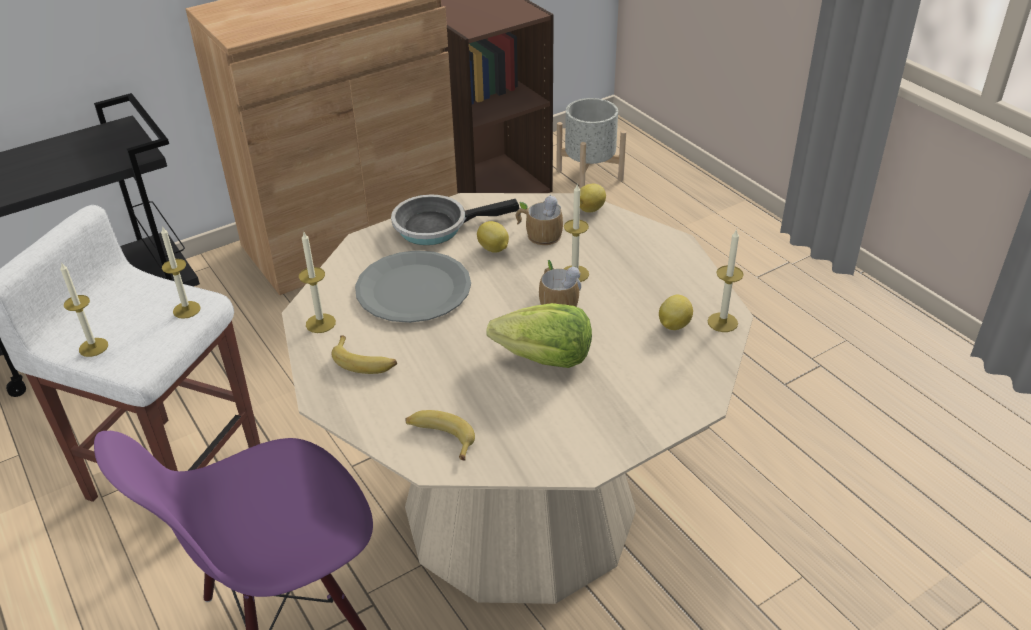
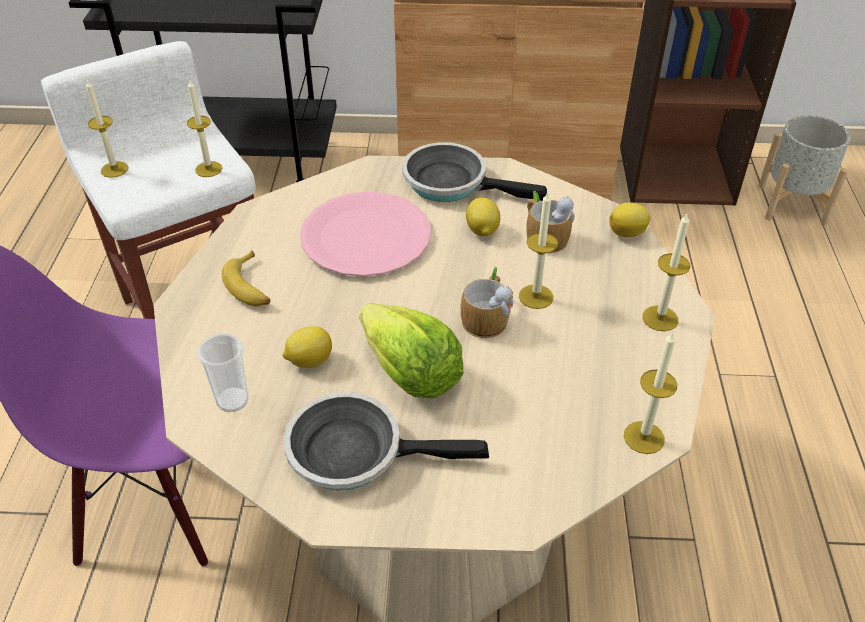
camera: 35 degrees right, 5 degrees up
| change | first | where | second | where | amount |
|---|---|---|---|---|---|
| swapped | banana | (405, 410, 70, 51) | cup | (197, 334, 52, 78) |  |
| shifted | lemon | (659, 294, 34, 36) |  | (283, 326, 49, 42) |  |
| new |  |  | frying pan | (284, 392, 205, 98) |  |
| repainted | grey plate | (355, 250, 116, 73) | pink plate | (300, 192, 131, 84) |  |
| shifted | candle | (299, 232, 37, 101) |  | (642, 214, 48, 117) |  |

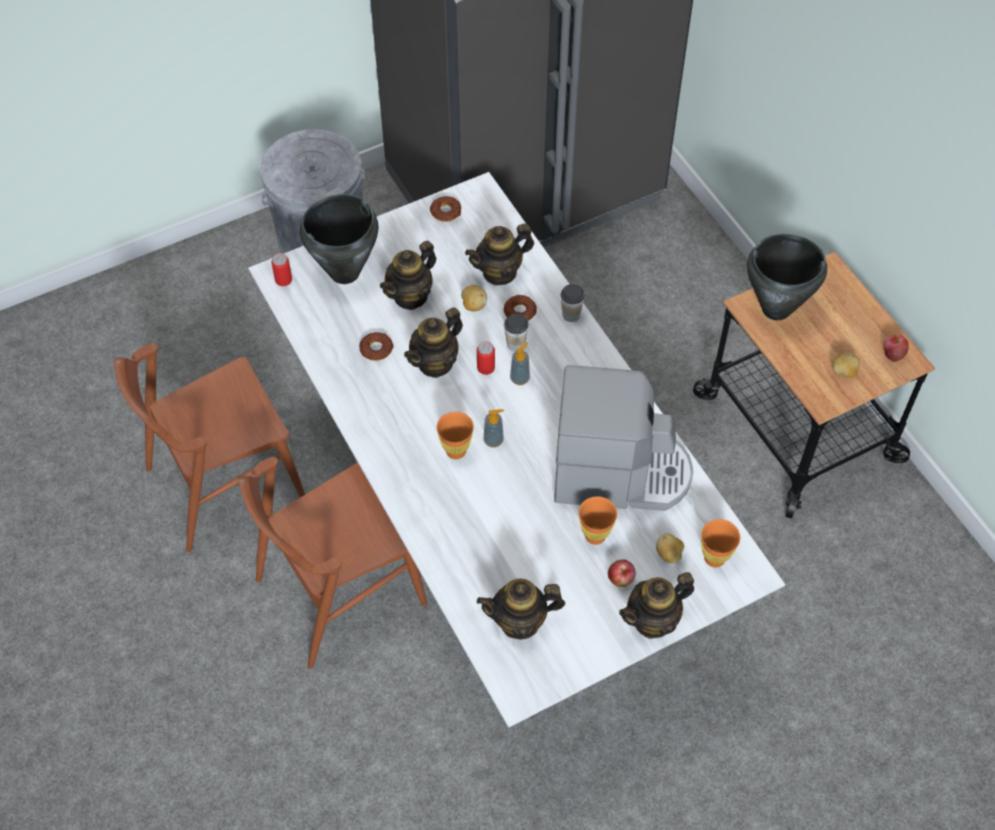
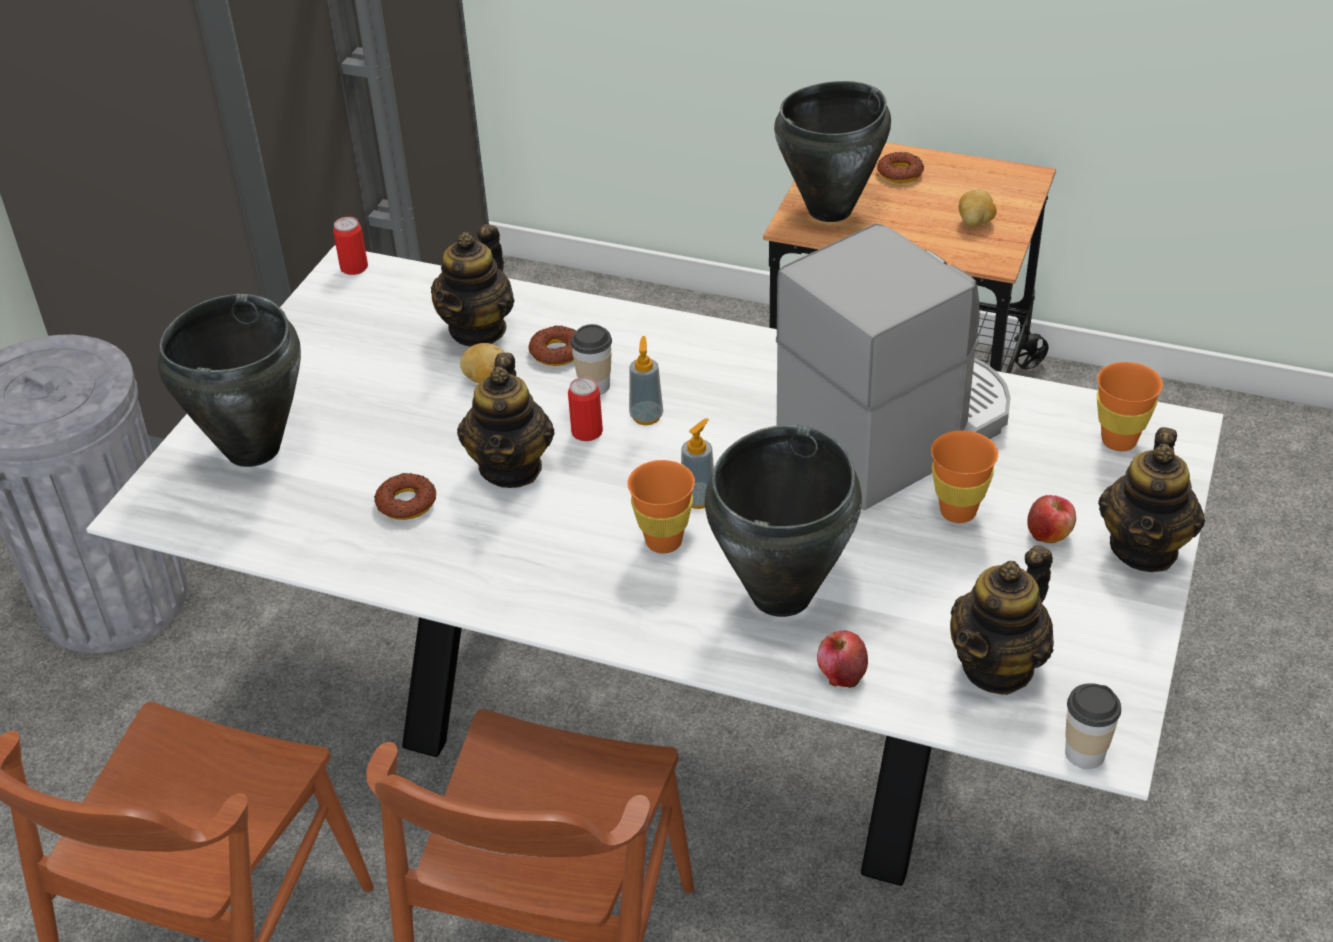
camera: 40 degrees left, 15 degrees down
| change | first | where | second | where | amount |
|---|---|---|---|---|---|
| shifted | can | (272, 253, 20, 33) |  | (333, 217, 35, 58) |  |
| new |  |  | black cooking pot | (705, 425, 157, 192) |  |
| shifted | apple | (884, 335, 25, 27) |  | (817, 631, 51, 57) |  |
| shifted | donut | (430, 196, 31, 26) |  | (877, 152, 47, 31) |  |
| shifted | cup | (561, 284, 24, 38) |  | (1065, 683, 56, 86) |  |
| gone | teapot | (380, 241, 56, 69) |  |  |  |
| gone | potato | (656, 533, 28, 31) |  |  |  |

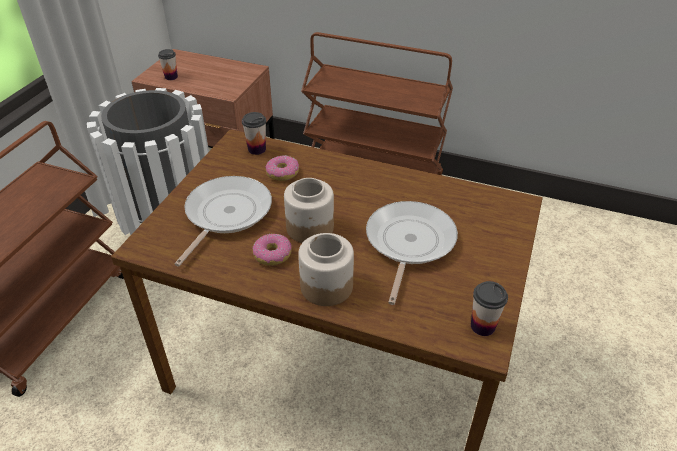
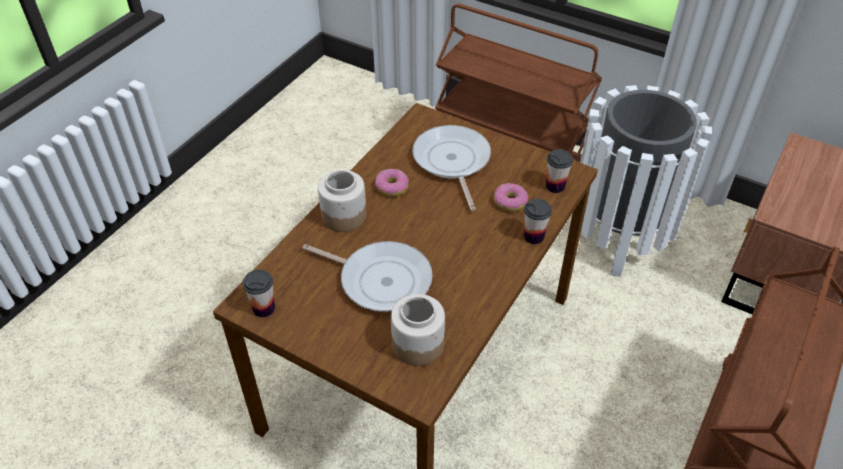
camera: 100 degrees right, 5 degrees up
| change | first | where | second | where | amount |
|---|---|---|---|---|---|
| shifted | jar | (284, 178, 50, 65) |  | (391, 294, 54, 72) |  |
| rotated | frying pan | (175, 176, 97, 90) |  | (412, 125, 79, 86) | 135 degrees counterclockwise |
| shifted | cup | (158, 49, 20, 31) |  | (524, 199, 28, 45) |  |

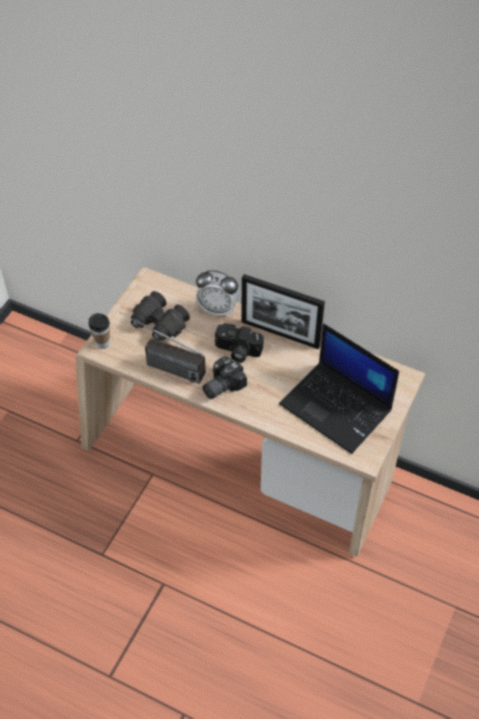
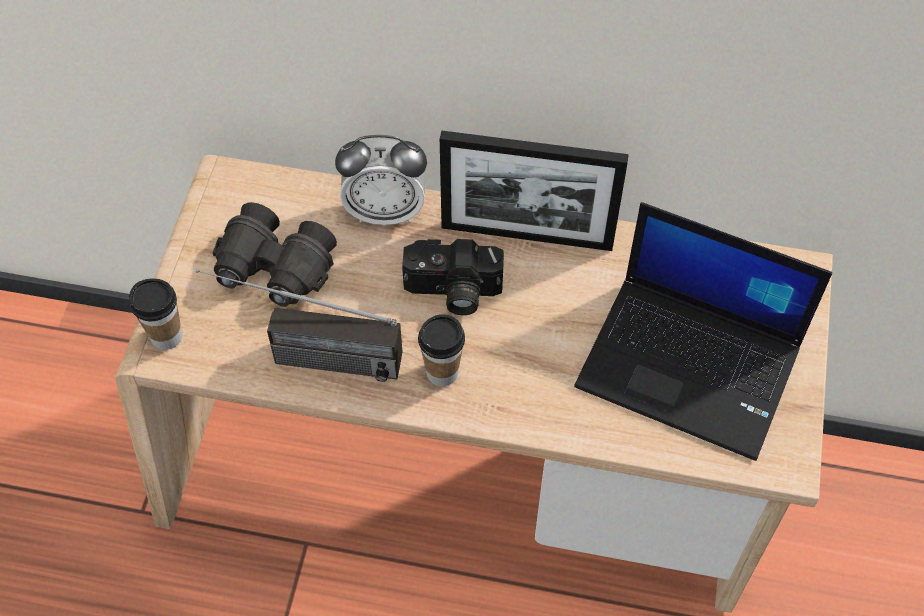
camera: 15 degrees left, 5 degrees up
| change | first | where | second | where | amount |
|---|---|---|---|---|---|
| swapped | photo camera | (203, 356, 44, 43) | cup | (418, 314, 47, 72) |  |

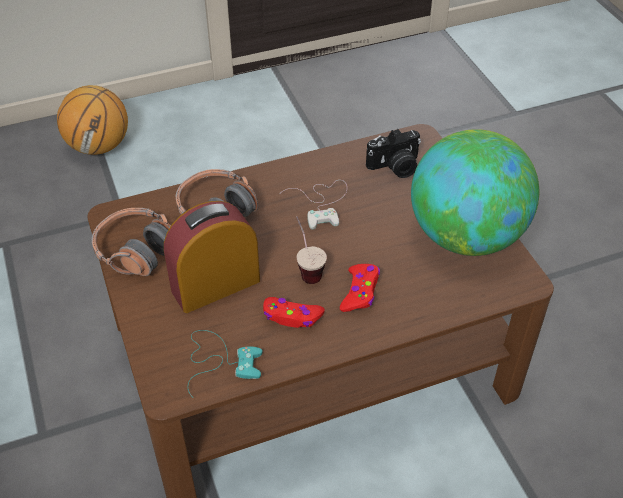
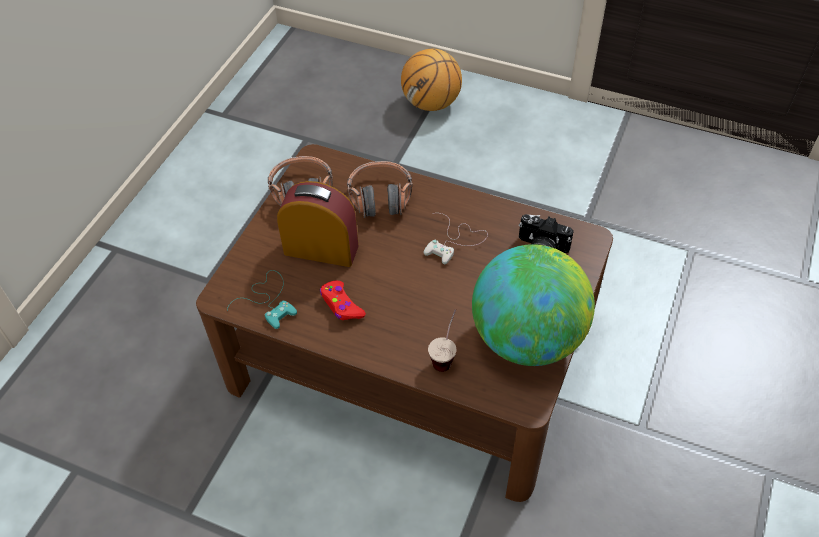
camera: 45 degrees right, 5 degrees up
| change | first | where | second | where | amount |
|---|---|---|---|---|---|
| shifted | cup | (296, 216, 31, 68) |  | (428, 309, 29, 63) |  |
| gone | red game controller | (340, 264, 40, 48) |  |  |  |

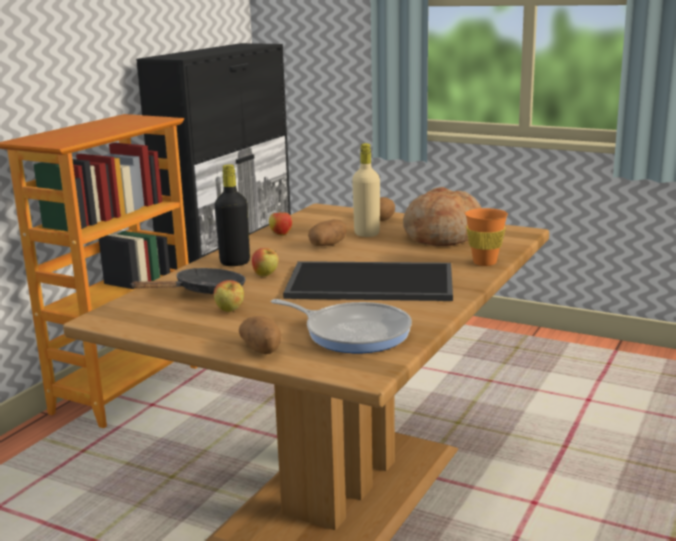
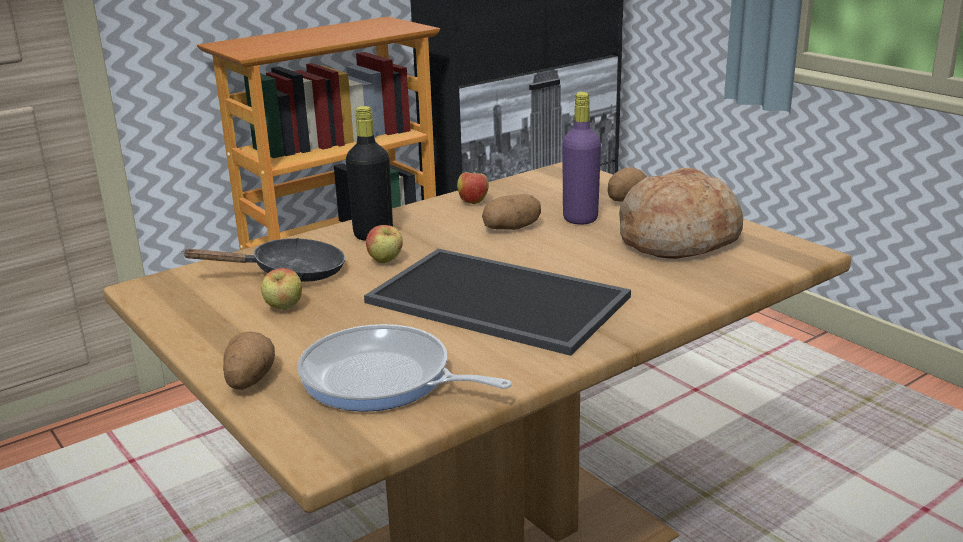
camera: 25 degrees right, 5 degrees up
| change | first | where | second | where | amount |
|---|---|---|---|---|---|
| rotated | frying pan | (271, 299, 141, 54) |  | (297, 324, 215, 88) | 150 degrees clockwise |
| repainted | beige bottle | (352, 143, 28, 94) | purple bottle | (562, 92, 39, 133) |  |
| gone | orange cup | (465, 208, 43, 58) |  |  |  |

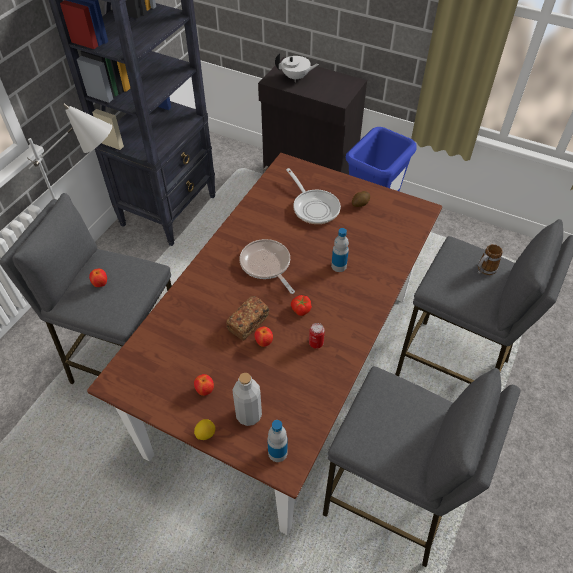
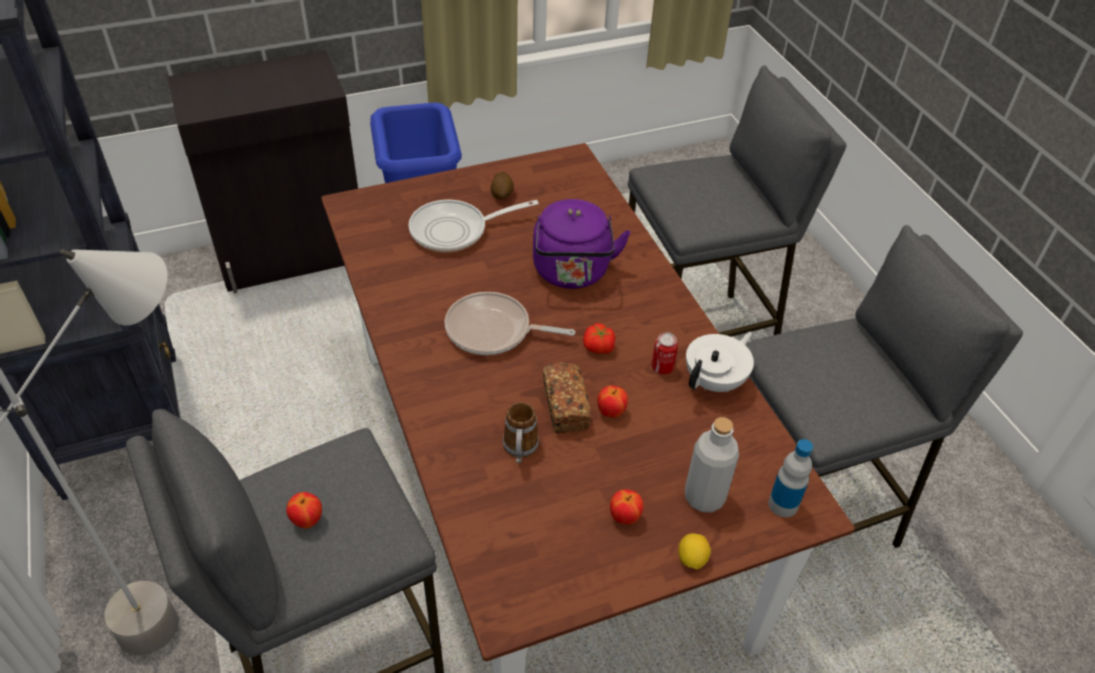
camera: 50 degrees left, 5 degrees down
| change | first | where | second | where | amount |
|---|---|---|---|---|---|
| rotated | frying pan | (286, 168, 55, 56) |  | (409, 200, 130, 52) | 150 degrees clockwise |
| shifted | mug | (478, 244, 25, 31) |  | (503, 402, 36, 61) |  |
| swapped | bottle | (331, 228, 18, 44) | purple kettle | (533, 199, 98, 90) |  |
| shifted | white teapot | (275, 53, 44, 28) |  | (686, 332, 68, 60) |  |

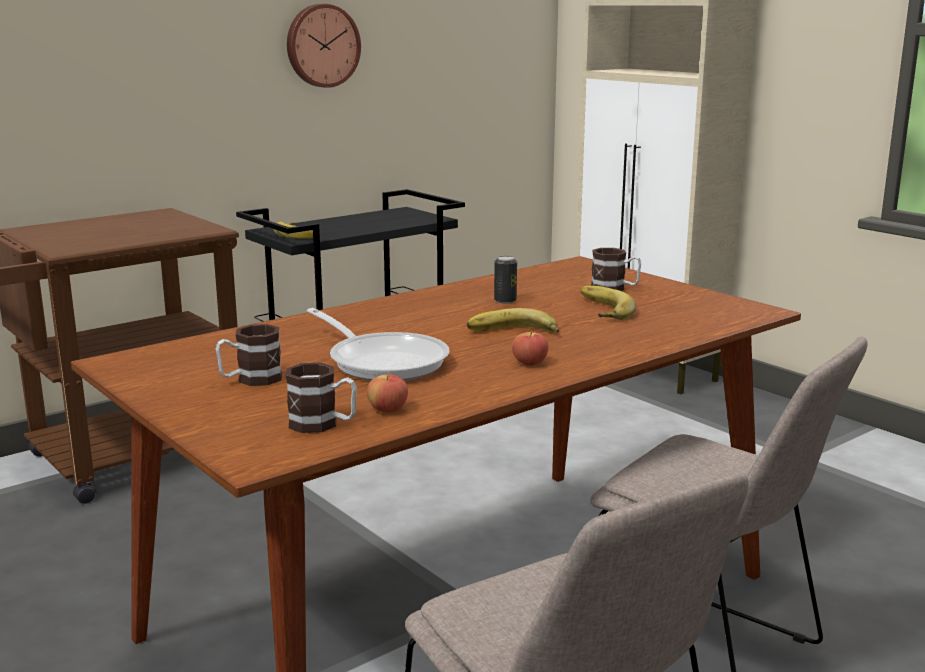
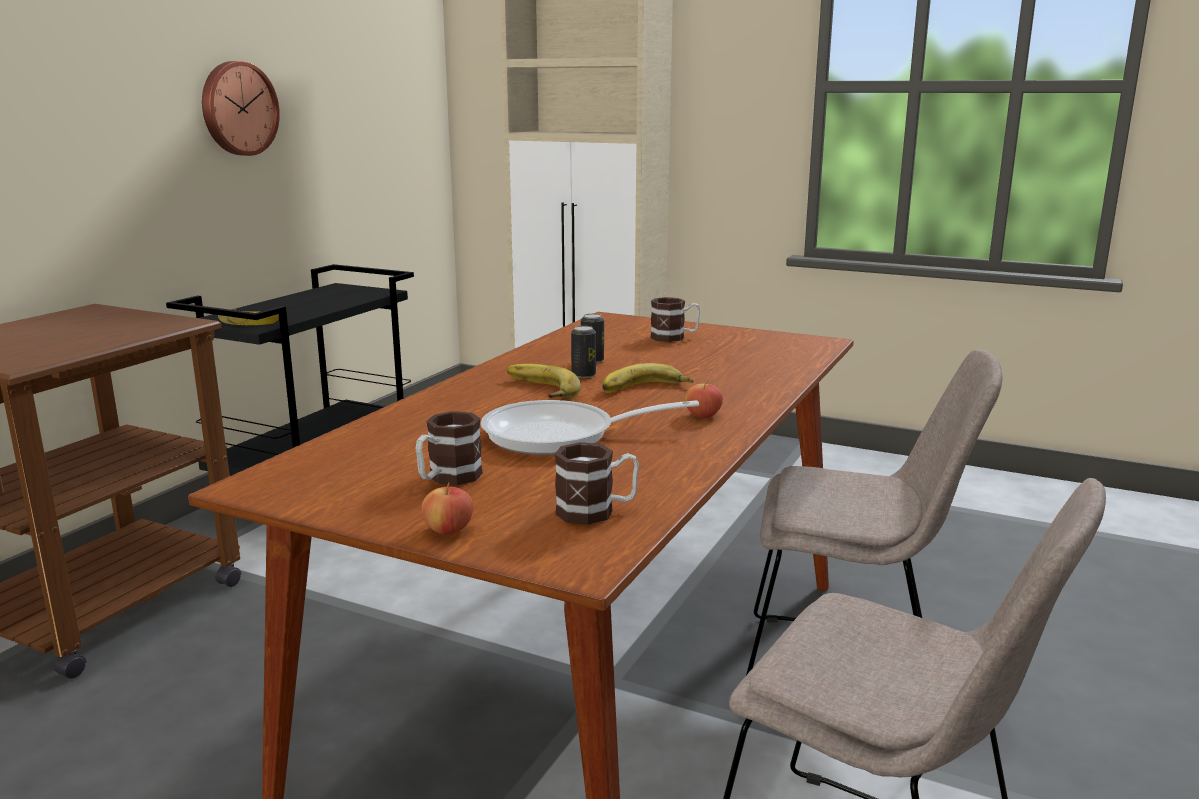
camera: 25 degrees left, 0 degrees up
| change | first | where | second | where | amount |
|---|---|---|---|---|---|
| shifted | apple | (367, 371, 41, 42) |  | (422, 482, 51, 52) |  |
| rotated | frying pan | (307, 308, 142, 73) |  | (481, 400, 218, 55) | 150 degrees clockwise |
| shifted | banana | (581, 286, 55, 34) |  | (507, 364, 74, 34) |  |
| new |  |  | can | (571, 326, 25, 52) |  |

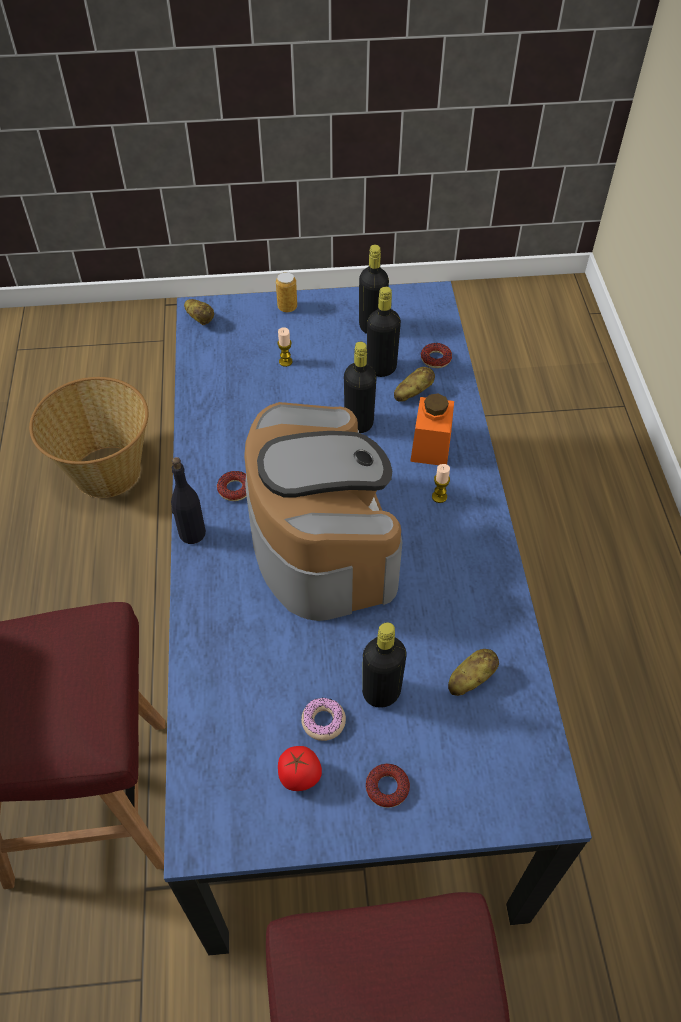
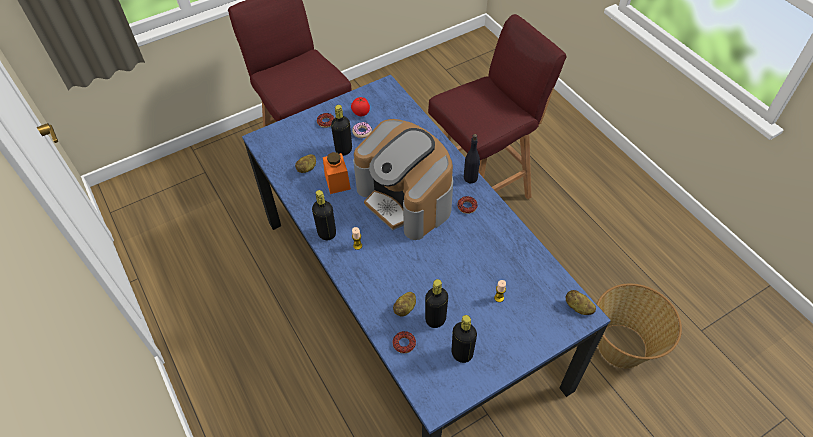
camera: 155 degrees right, 0 degrees up
| change | first | where | second | where | amount |
|---|---|---|---|---|---|
| shifted | black bottle | (344, 342, 32, 91) |  | (312, 190, 24, 50) |  |
| shifted | orange jar | (410, 393, 44, 72) |  | (323, 152, 28, 42) |  |
| gone | can | (276, 272, 21, 40) |  |  |  |

